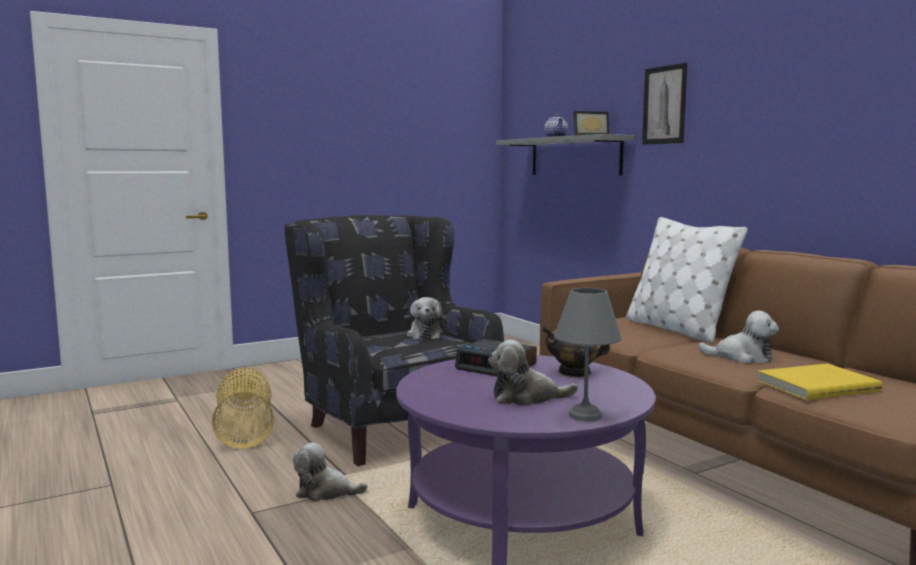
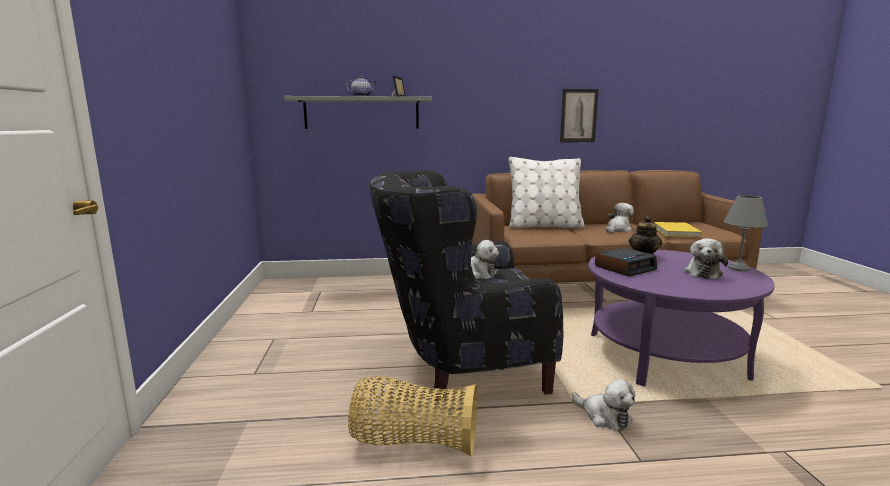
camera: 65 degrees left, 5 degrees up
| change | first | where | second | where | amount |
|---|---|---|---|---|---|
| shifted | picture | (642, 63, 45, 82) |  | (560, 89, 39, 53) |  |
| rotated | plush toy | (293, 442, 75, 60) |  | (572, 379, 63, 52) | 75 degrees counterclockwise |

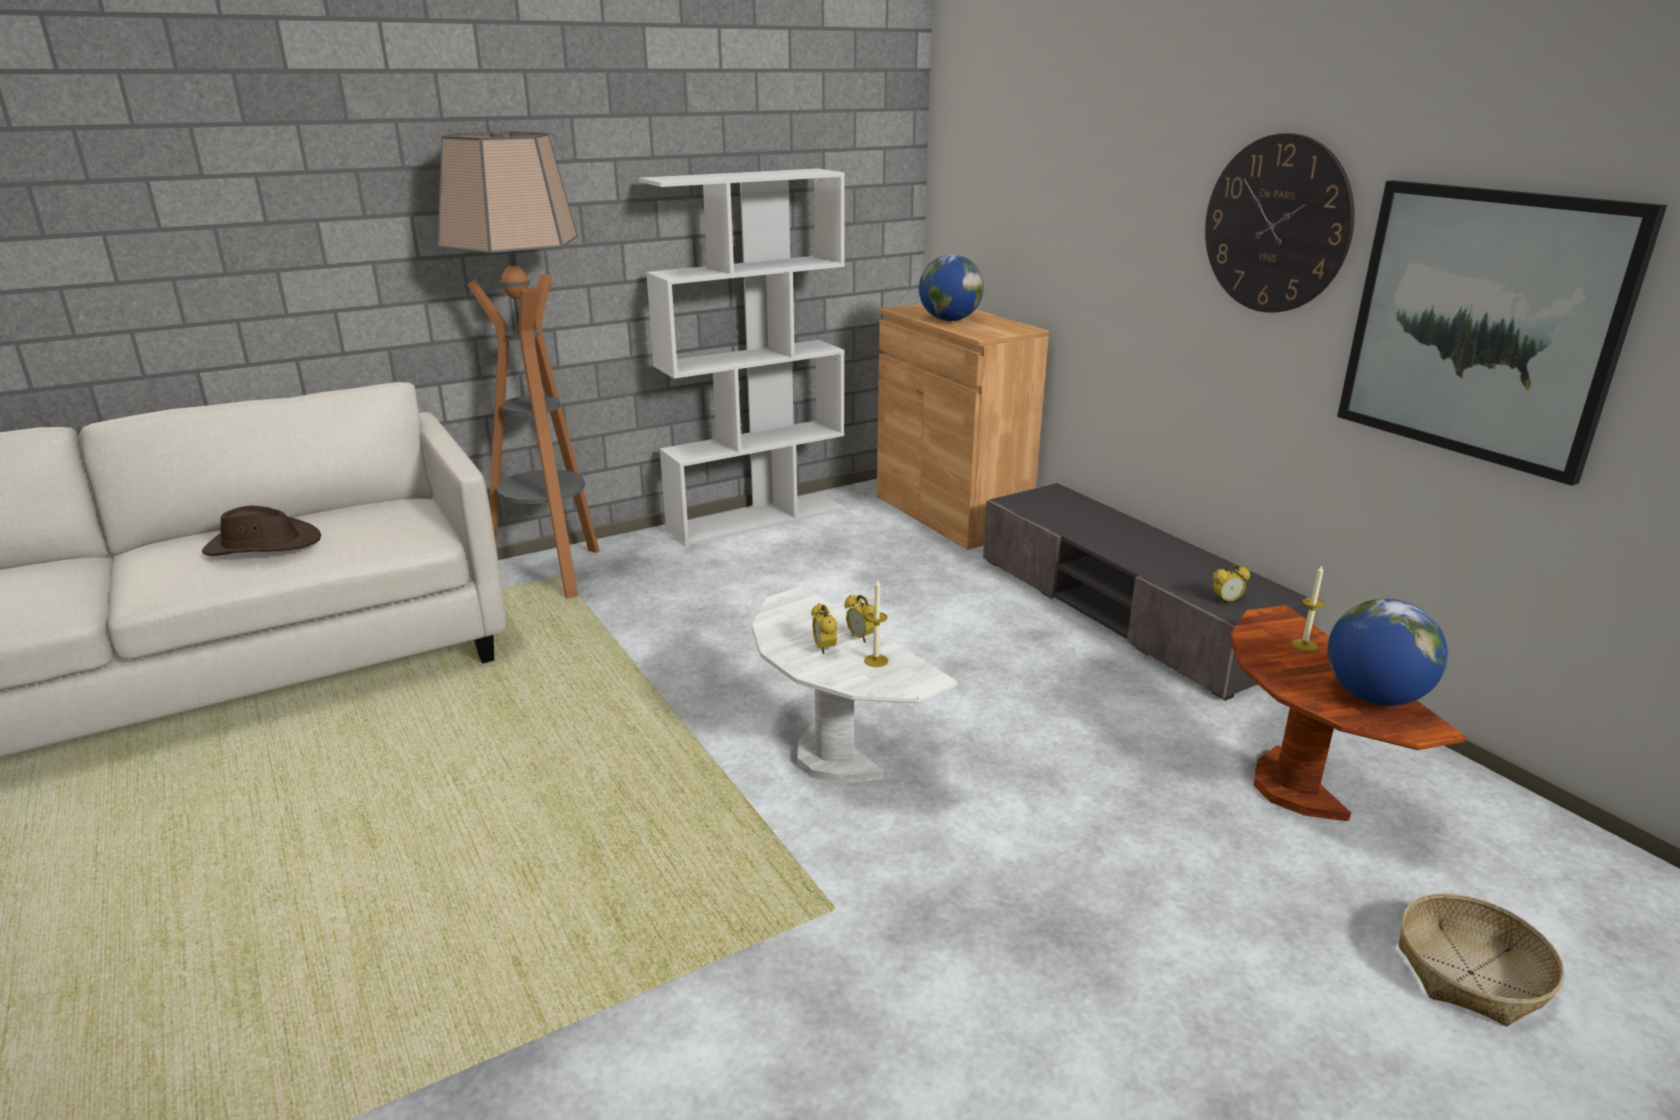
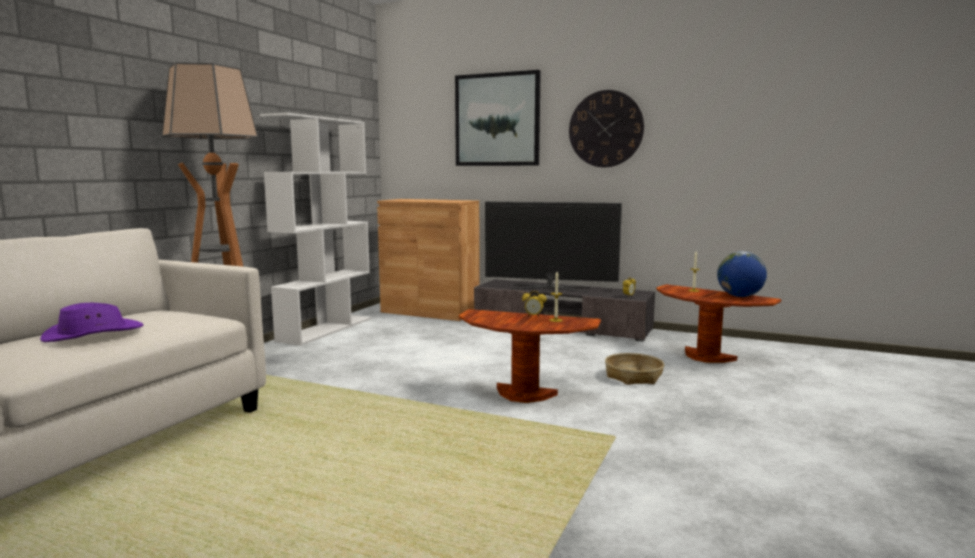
camera: 35 degrees left, 15 degrees down
| change | first | where | second | where | amount |
|---|---|---|---|---|---|
| repainted | brown hat | (202, 506, 119, 50) | purple hat | (40, 303, 103, 39) |  |
| shifted | picture | (1337, 180, 330, 306) |  | (455, 70, 86, 96) |  |
| repainted | white side table | (751, 586, 207, 197) | brown side table | (459, 309, 142, 94) |  |
| new |  |  | television | (485, 201, 137, 91) |  |
| shifted | basket | (1399, 893, 165, 133) |  | (605, 353, 59, 32) |  |
| gone | alarm clock | (811, 603, 26, 51) |  |  |  |
| gone | globe | (919, 255, 65, 66) |  |  |  |

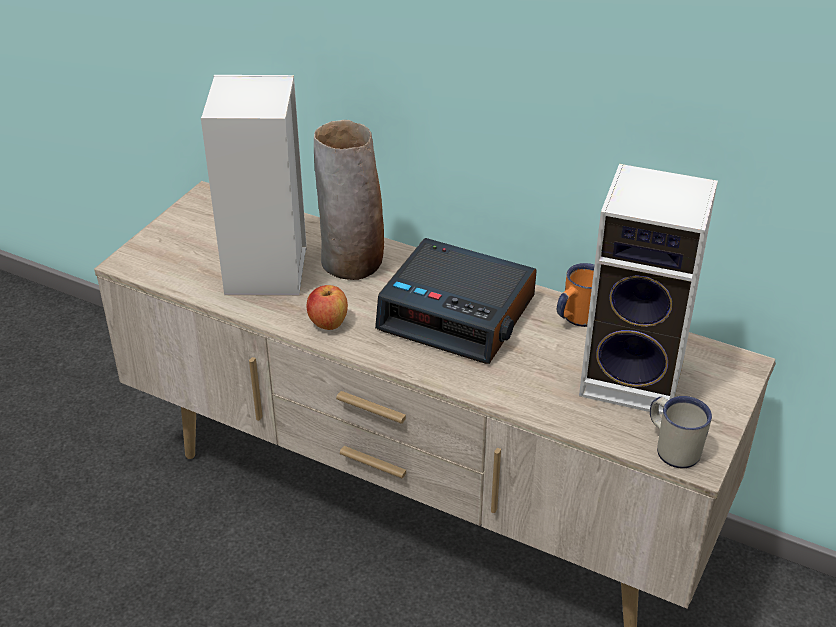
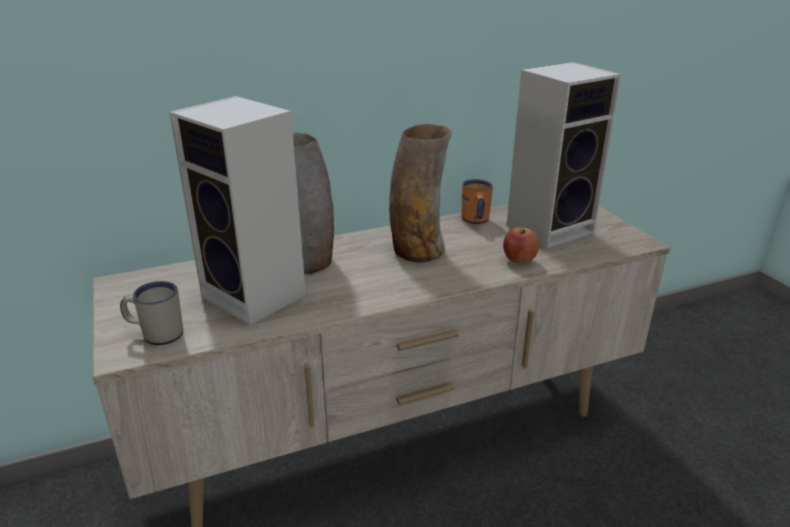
camera: 50 degrees left, 10 degrees down
| change | first | where | second | where | amount |
|---|---|---|---|---|---|
| shifted | white mug | (650, 396, 62, 72) |  | (120, 281, 63, 64) |  |
| swapped | alarm clock | (375, 238, 162, 126) | vase | (389, 124, 63, 138) |  |
| shifted | apple | (307, 285, 41, 45) |  | (503, 227, 36, 36) |  |

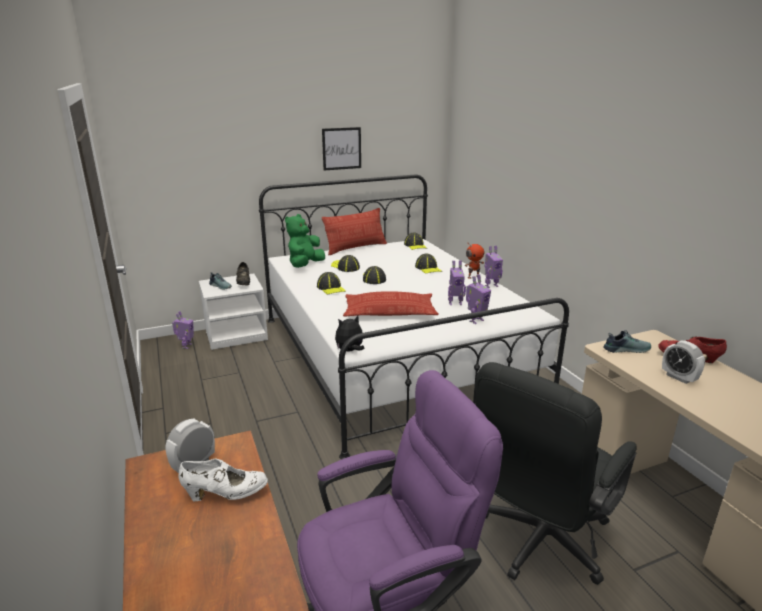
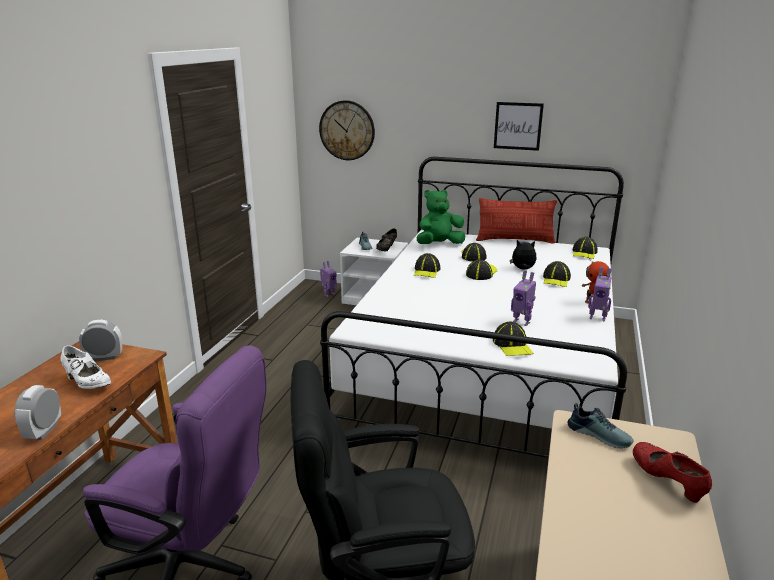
camera: 40 degrees right, 0 degrees up
| change | first | where | second | where | amount |
|---|---|---|---|---|---|
| shifted | alarm clock | (662, 341, 43, 43) |  | (14, 385, 47, 55) |  |
| new |  |  | wall clock | (319, 100, 56, 60) |  |
| swapped | toy robot | (466, 275, 25, 49) | cap | (493, 322, 40, 34) |  |
| shifted | plush toy | (335, 316, 29, 35) |  | (510, 240, 26, 30) |  |
| gone | pillow | (343, 291, 96, 26) |  |  |  |

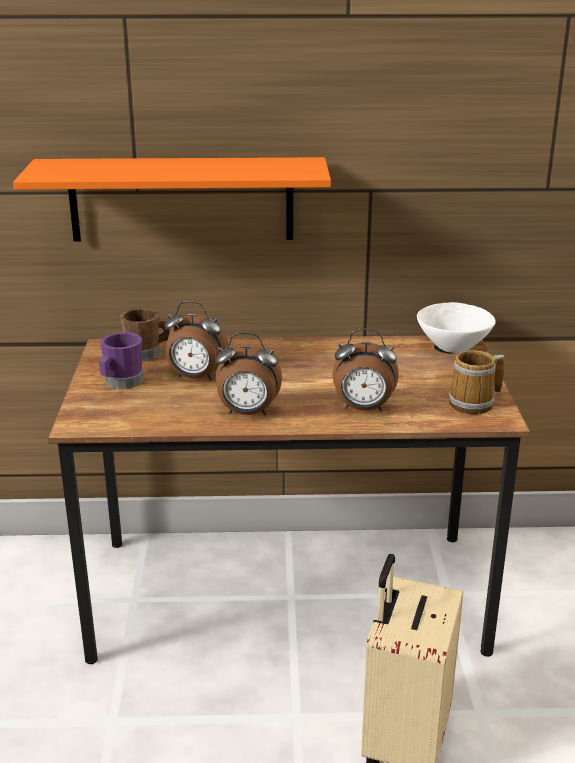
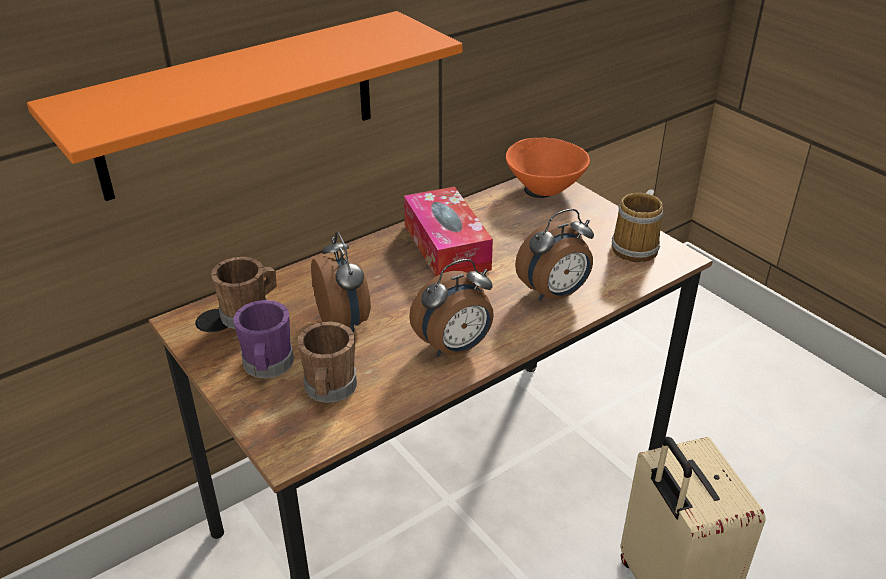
camera: 35 degrees left, 10 degrees up
| change | first | where | second | where | amount |
|---|---|---|---|---|---|
| new |  |  | brown mug | (298, 322, 59, 81) |  |
| rotated | alarm clock | (164, 301, 65, 79) |  | (311, 232, 60, 101) | 90 degrees counterclockwise |
| new |  |  | tissue box | (404, 187, 89, 90) |  |
| repainted | white bowl | (417, 302, 79, 51) | orange bowl | (506, 138, 84, 58) |  |

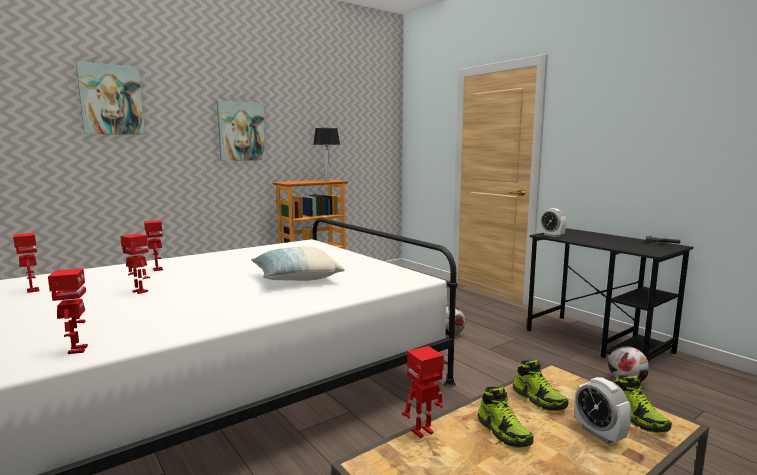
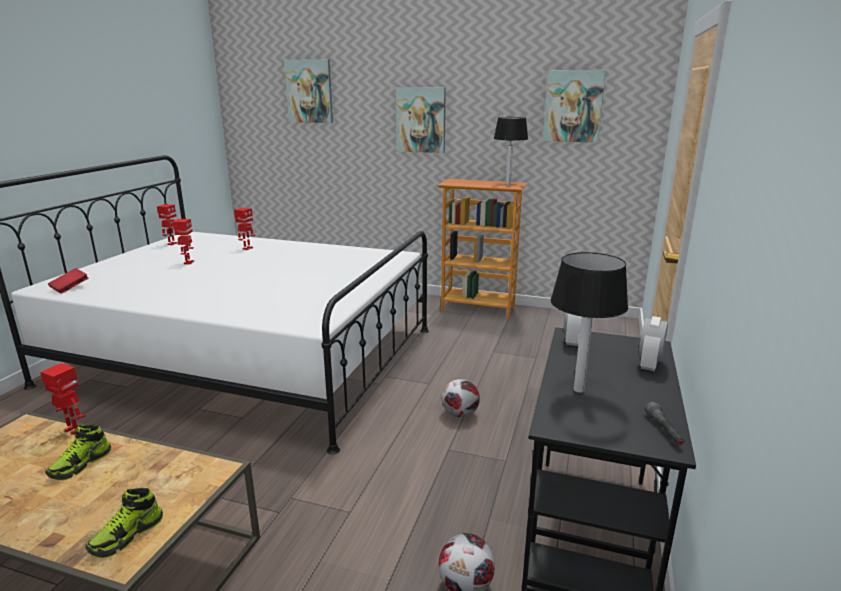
camera: 55 degrees right, 10 degrees up
| change | first | where | second | where | amount |
|---|---|---|---|---|---|
| swapped | toy robot | (48, 268, 40, 86) | red book | (48, 268, 40, 26) |  |
| new |  |  | picture | (543, 70, 63, 73) |  |
| new |  |  | table lamp | (550, 252, 78, 141) |  |
| shifted | alarm clock | (575, 377, 57, 67) |  | (639, 316, 29, 55) |  |
| gone | pillow | (251, 246, 94, 35) |  |  |  |
| gone | shoe | (513, 359, 56, 52) |  |  |  |

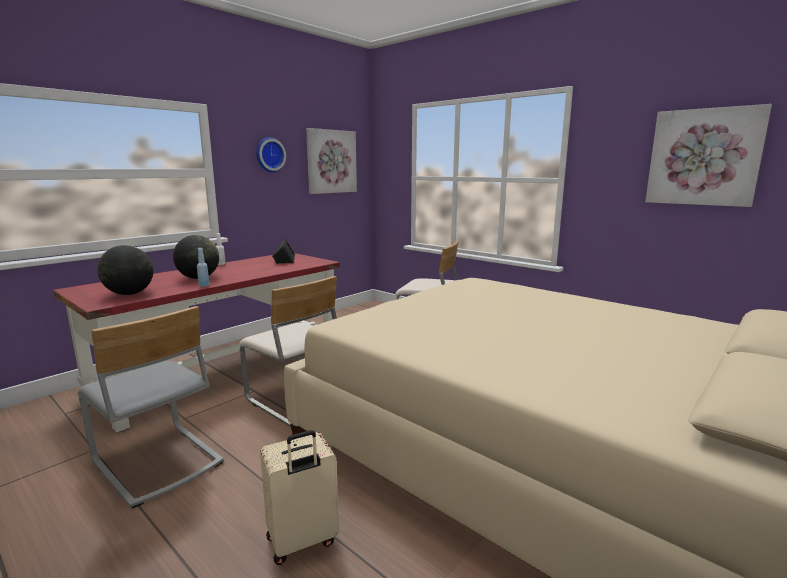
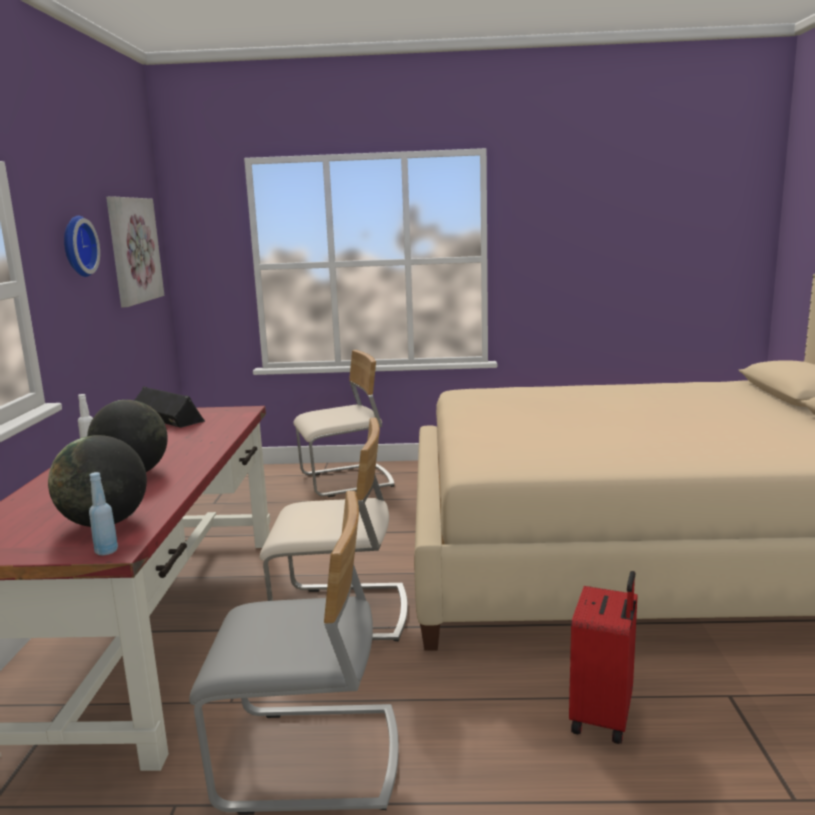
camera: 40 degrees left, 0 degrees up
| change | first | where | second | where | amount |
|---|---|---|---|---|---|
| shifted | blue bottle | (197, 248, 12, 39) |  | (89, 472, 29, 84) |  |
| repainted | beige suitcase | (260, 430, 79, 135) | red suitcase | (569, 571, 69, 173) |  |
| gone | picture | (645, 104, 127, 103) |  |  |  |

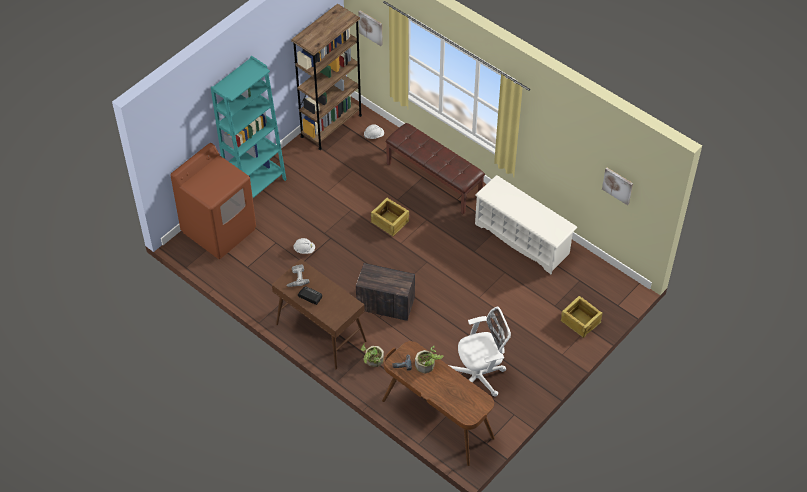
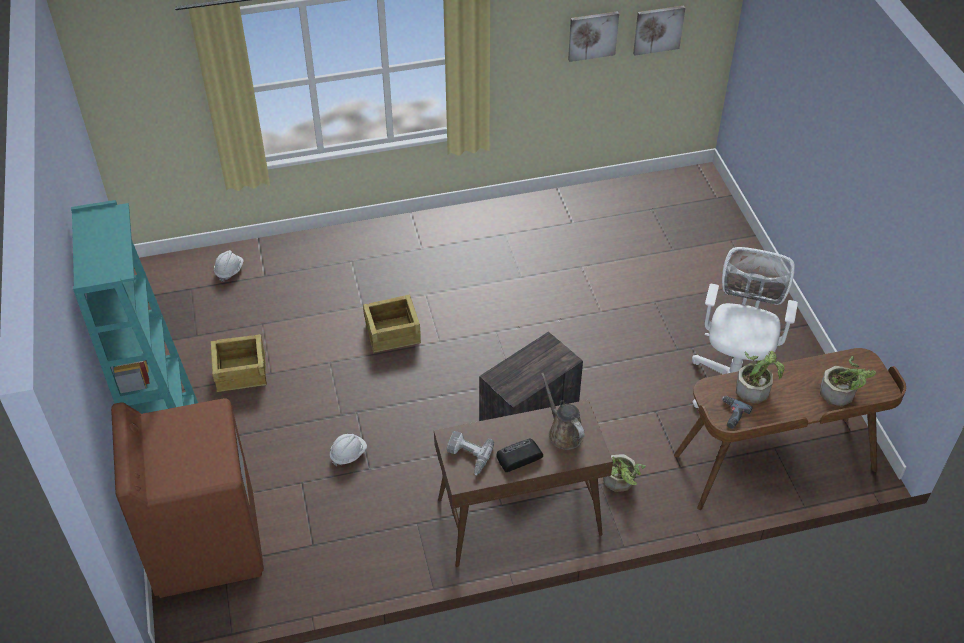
camera: 55 degrees left, 5 degrees down
| change | first | where | second | where | amount |
|---|---|---|---|---|---|
| shifted | crate | (561, 296, 42, 42) |  | (211, 334, 56, 58) |  |
| new |  |  | brown watering can | (541, 373, 44, 77) |  |
| shifted | picture | (358, 10, 25, 36) |  | (568, 11, 51, 51) |  |
| new |  |  | potted plant | (820, 356, 56, 50) |  |
| gone | brown bookcase | (291, 4, 71, 146) |  |  |  |
| gone | brown bench | (386, 123, 99, 91) |  |  |  |
| gone | white shoe rack | (475, 175, 102, 99) |  |  |  |

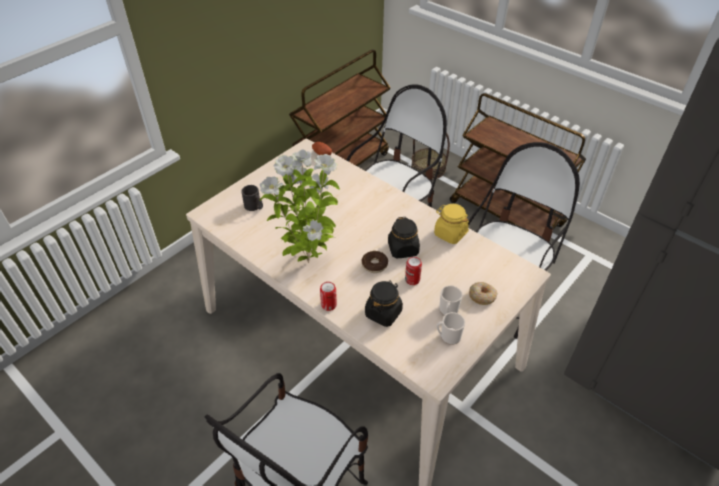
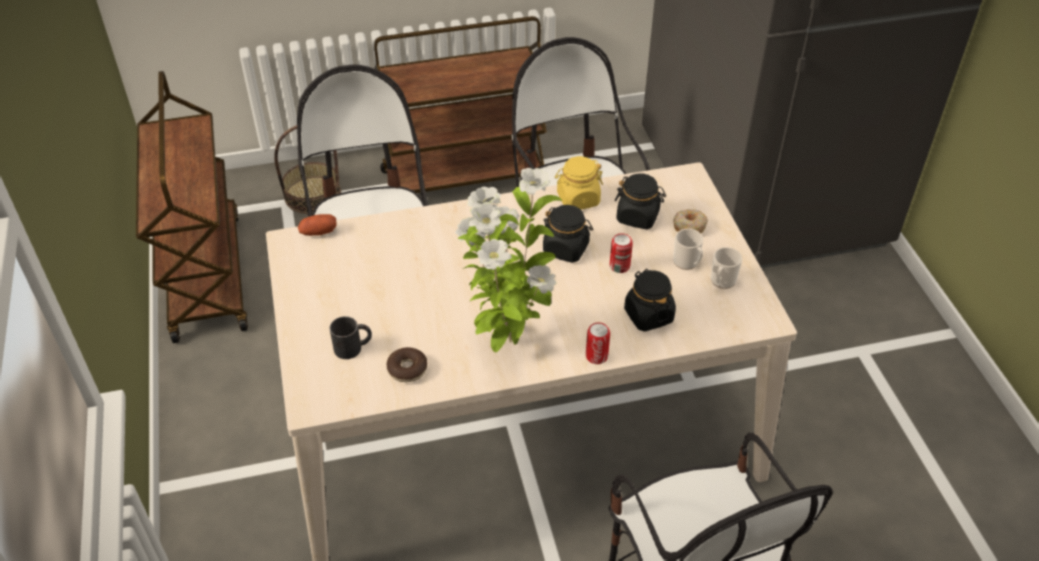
camera: 55 degrees left, 0 degrees up
| change | first | where | second | where | amount |
|---|---|---|---|---|---|
| shifted | donut | (362, 251, 26, 22) |  | (387, 347, 40, 35) |  |
| new |  |  | black jar | (615, 173, 51, 56) |  |

